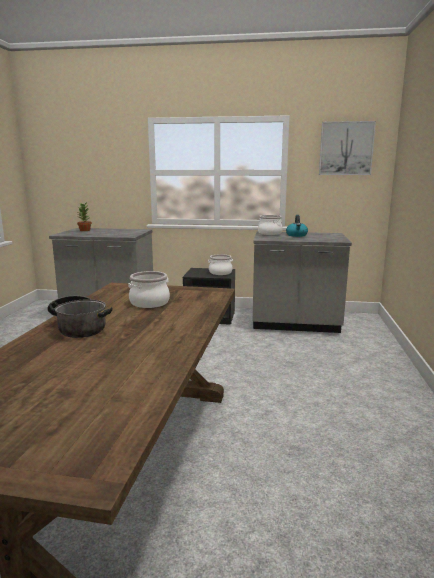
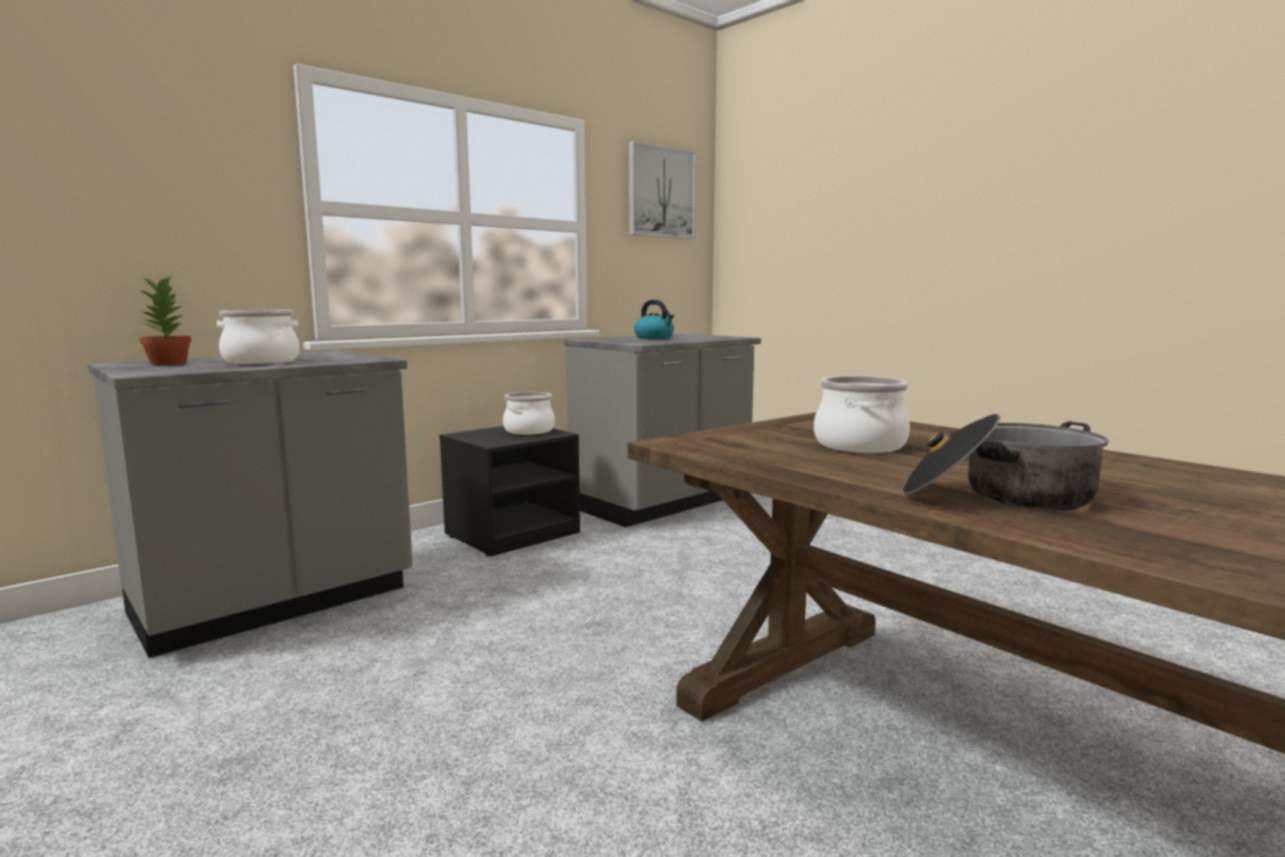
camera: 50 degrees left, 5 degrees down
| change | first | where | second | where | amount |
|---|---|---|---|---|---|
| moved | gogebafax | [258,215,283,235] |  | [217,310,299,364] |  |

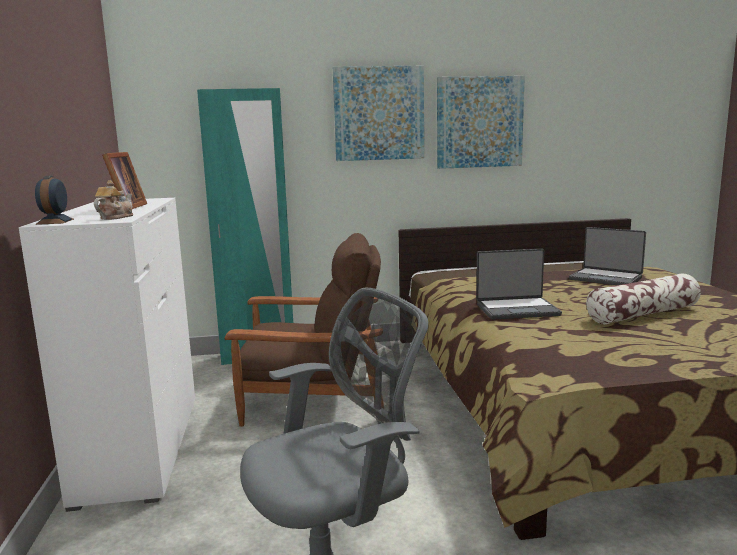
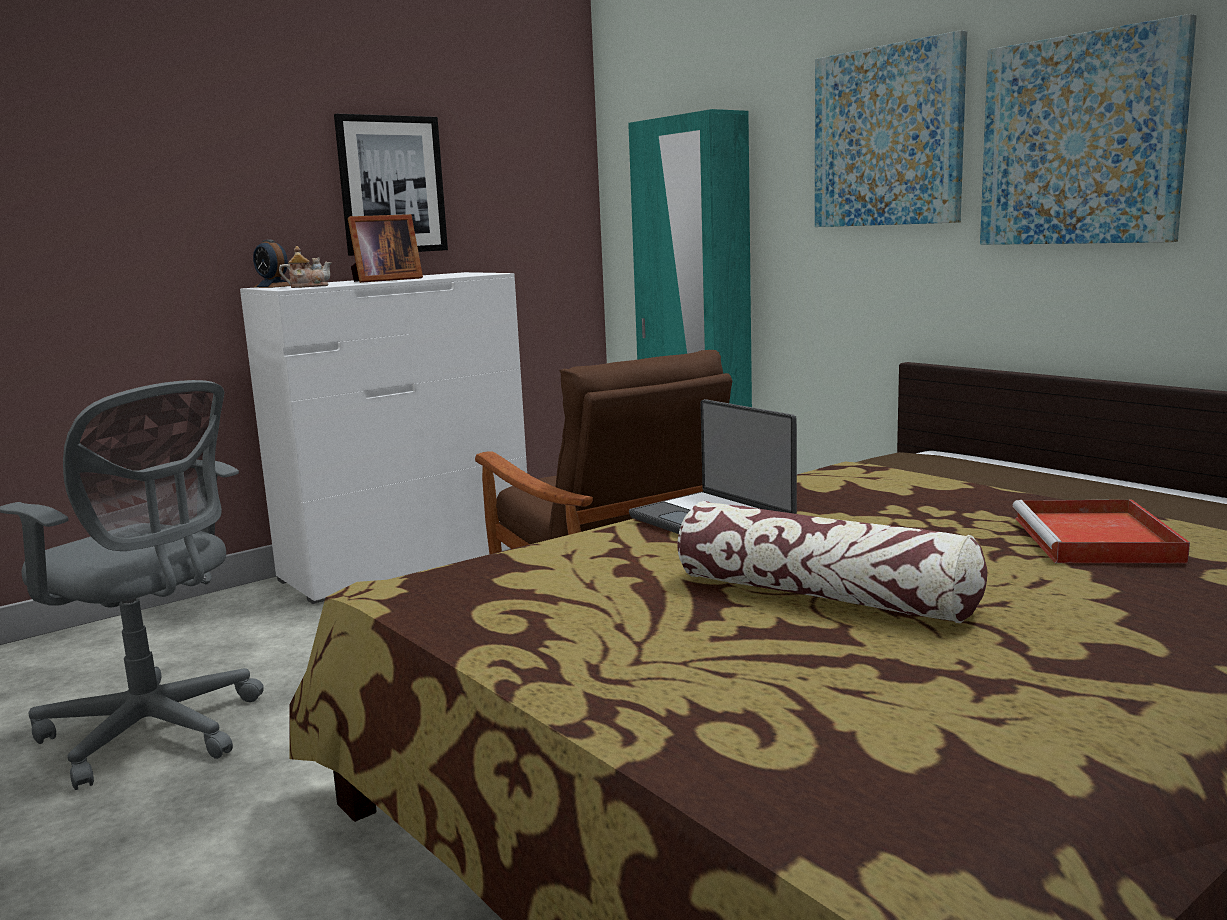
camera: 60 degrees right, 0 degrees up
| change | first | where | second | where | amount |
|---|---|---|---|---|---|
| turned | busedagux | [35,176,74,225] |  | [253,240,290,288] | 105 degrees counterclockwise |
| replaced | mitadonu | [569,227,646,285] | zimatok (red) | [1012,500,1190,563] |  |
| added |  |  | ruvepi | [334,114,448,256] |  |

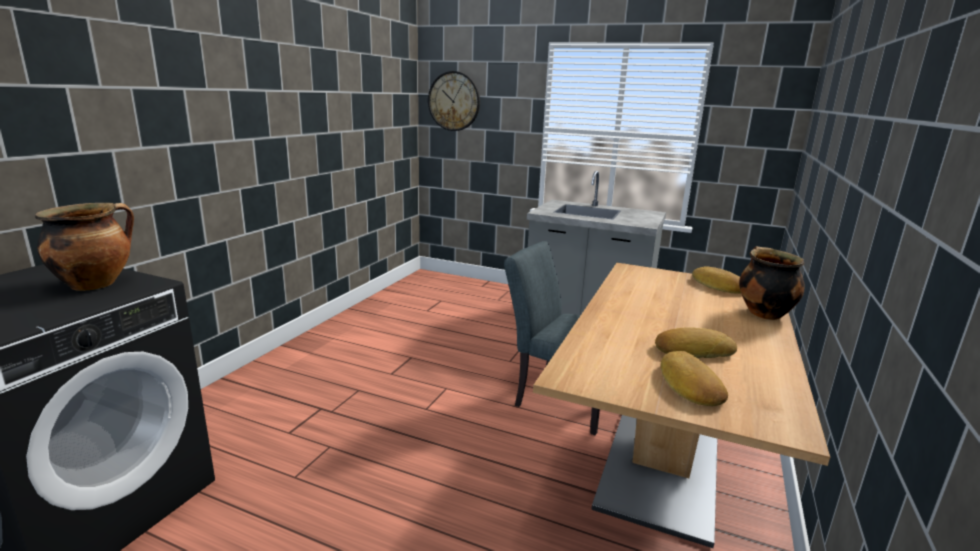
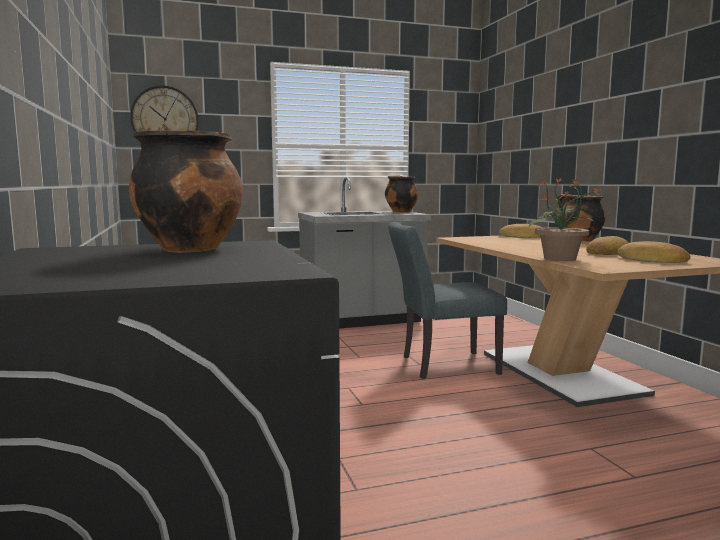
camera: 40 degrees left, 10 degrees down
| change | first | where | second | where | amount |
|---|---|---|---|---|---|
| added |  |  | gogebafax | [385,175,418,213] |  |
| added |  |  | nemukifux | [529,177,601,261] |  |

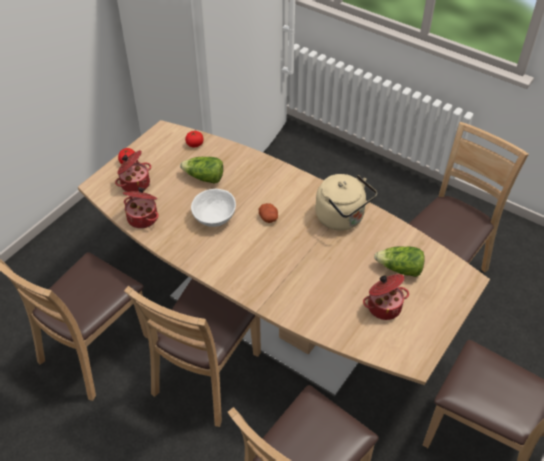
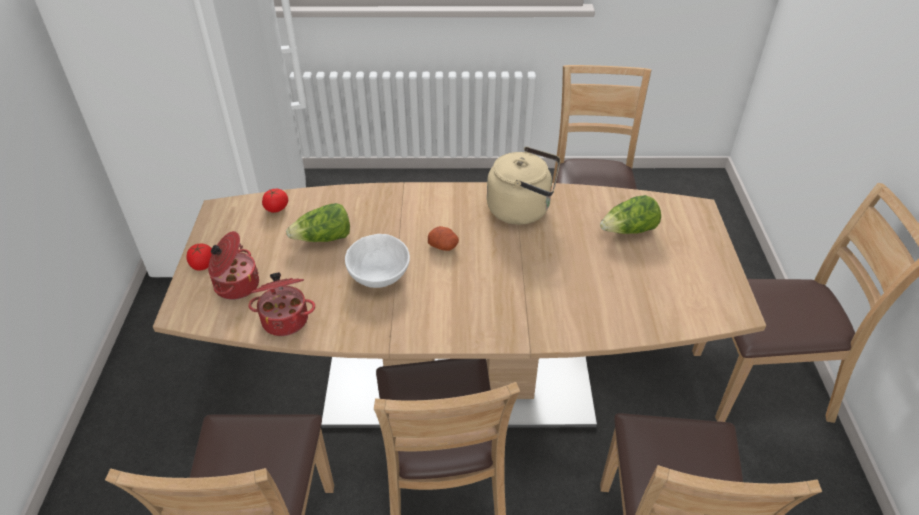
camera: 35 degrees left, 5 degrees down
| change | first | where | second | where | amount |
|---|---|---|---|---|---|
| removed | gogebafax | [363,274,409,320] |  |  |  |

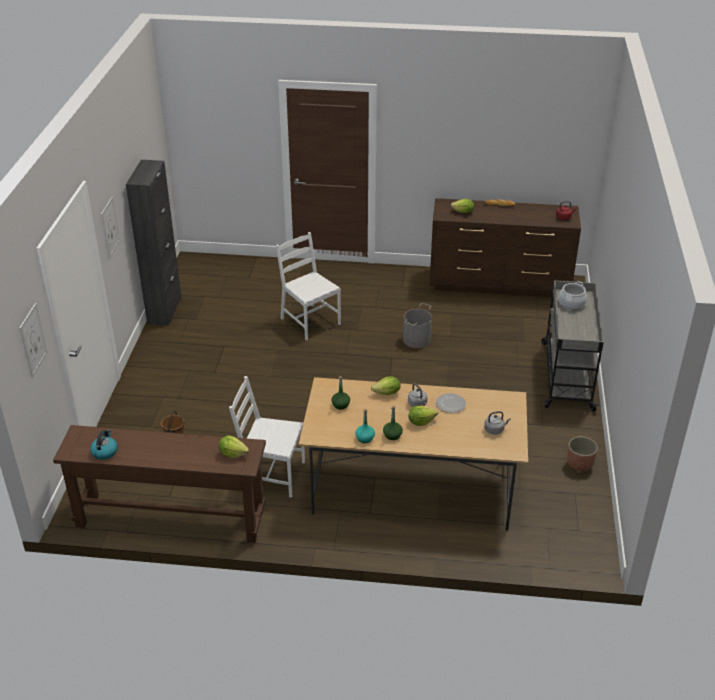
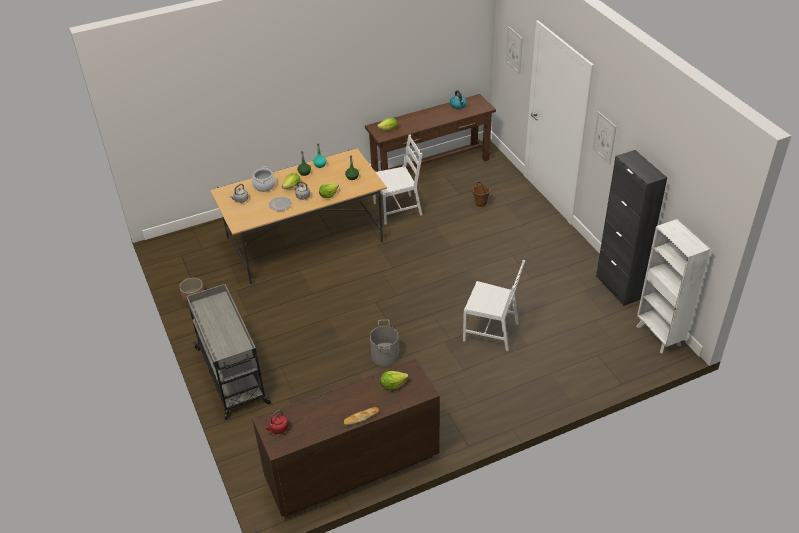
camera: 150 degrees right, 5 degrees up
| change | first | where | second | where | amount |
|---|---|---|---|---|---|
| moved | gogebafax | [559,281,587,310] |  | [252,166,276,192] |  |
| added |  |  | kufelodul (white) | [636,219,710,354] |  |

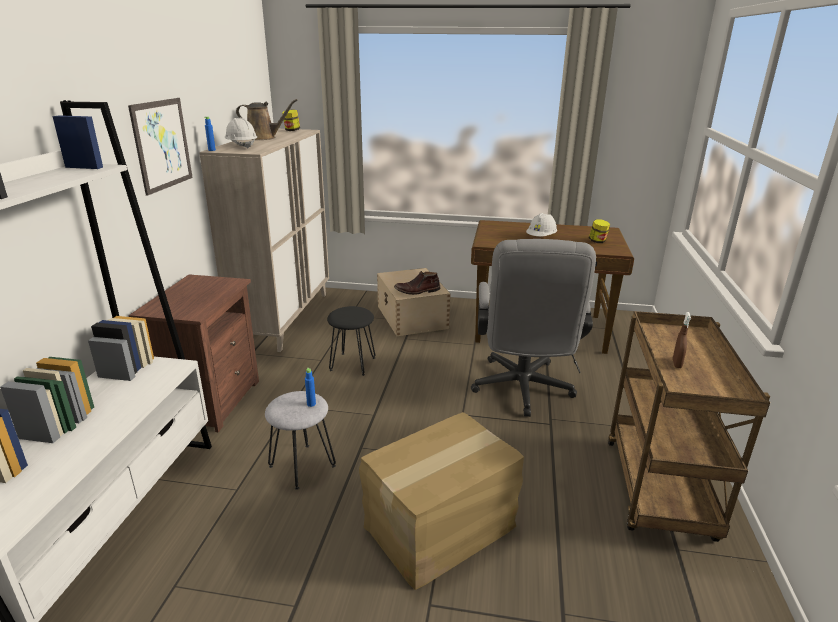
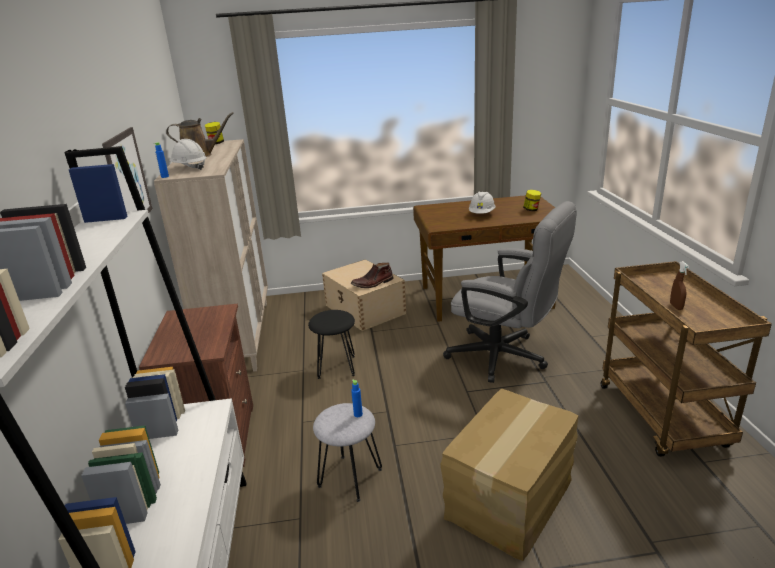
camera: 15 degrees left, 0 degrees up
| change | first | where | second | where | amount |
|---|---|---|---|---|---|
| turned | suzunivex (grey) | [471,239,596,417] |  | [443,201,577,383] | 45 degrees counterclockwise |

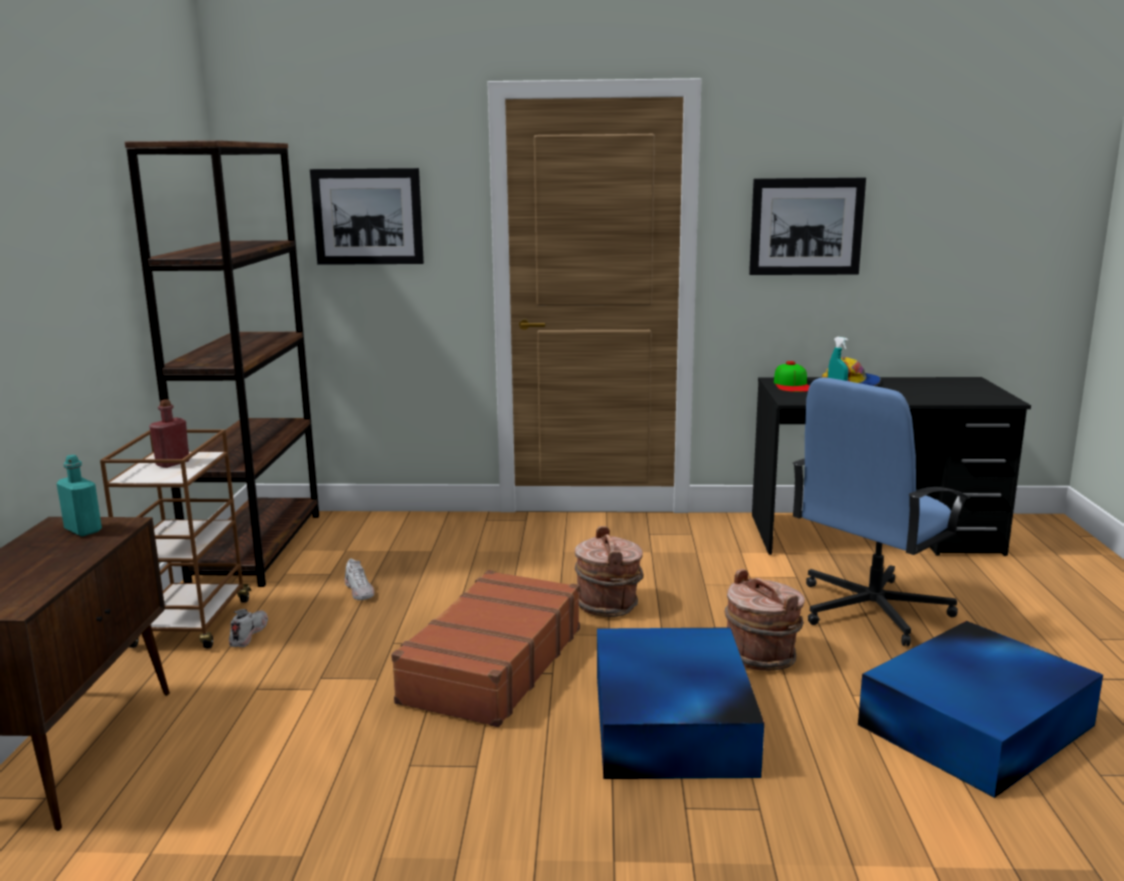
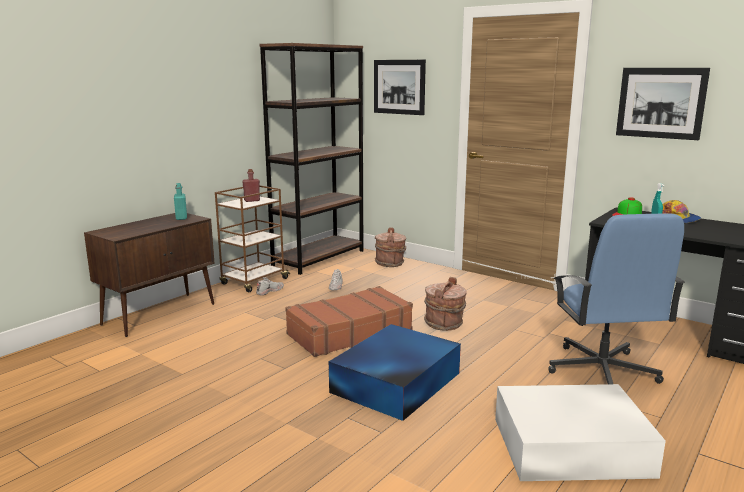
camera: 35 degrees right, 0 degrees up
| change | first | where | second | where | amount |
|---|---|---|---|---|---|
| turned | suzunivex (blue) | [792,377,970,646] |  | [548,213,685,384] | 90 degrees counterclockwise |
| moved | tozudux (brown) | [725,569,805,671] |  | [375,227,406,267] |  |
| recoloured | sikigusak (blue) | [858,621,1103,798] | sikigusak (white) | [495,384,666,481] |  |

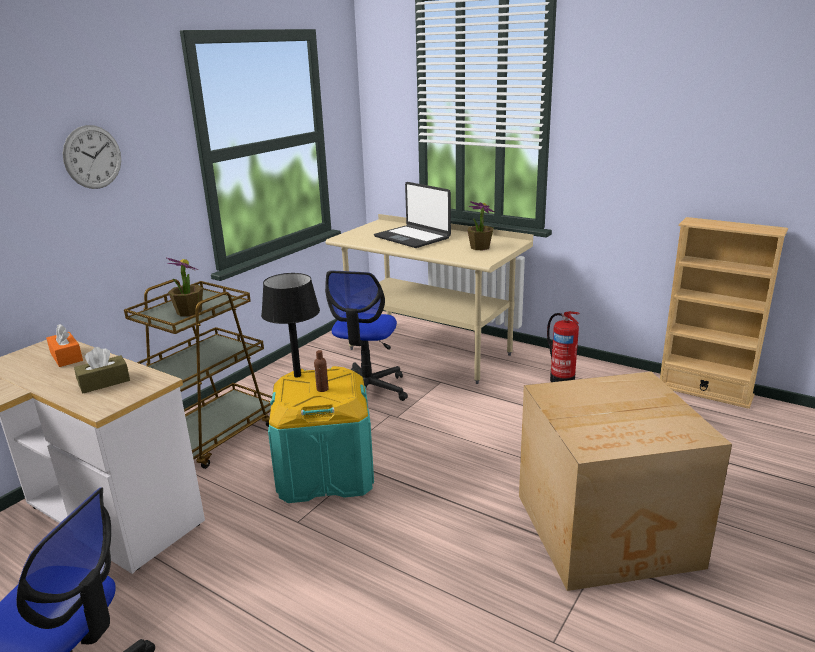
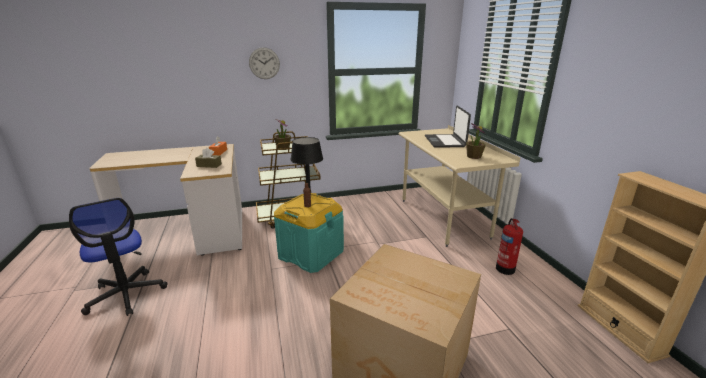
camera: 40 degrees right, 0 degrees up
| change | first | where | second | where | amount |
|---|---|---|---|---|---|
| removed | suzunivex | [325,270,408,401] |  |  |  |

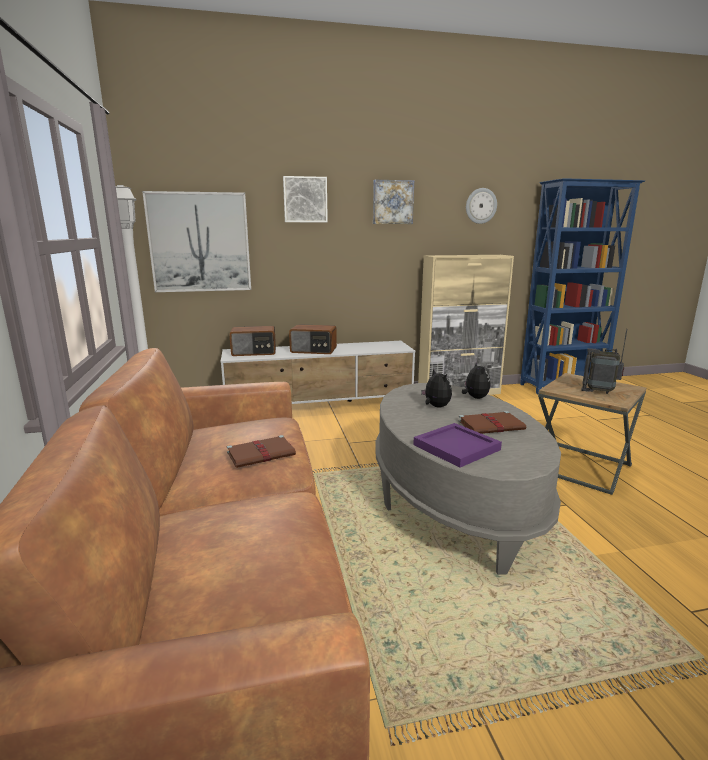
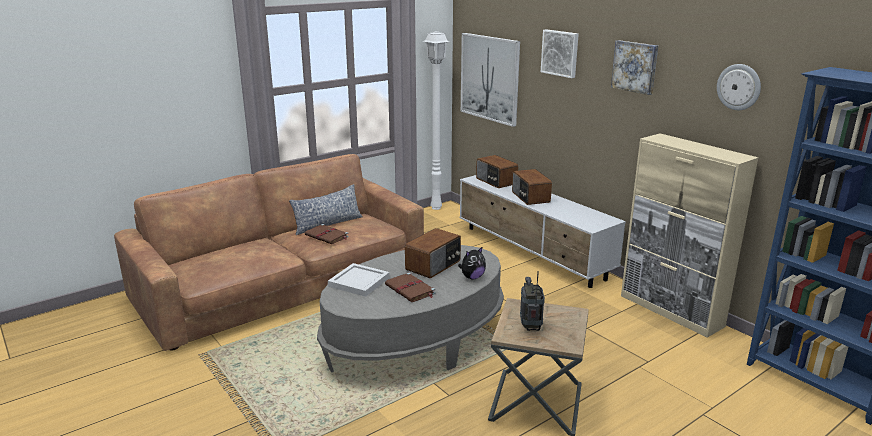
camera: 65 degrees right, 5 degrees up
| change | first | where | second | where | amount |
|---|---|---|---|---|---|
| replaced | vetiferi | [421,369,452,408] | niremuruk | [405,228,461,278] |  |
| recoloured | zimatok (purple) | [413,423,502,468] | zimatok (white) | [328,263,390,297] |  |
| added |  |  | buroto | [289,184,363,235] |  |

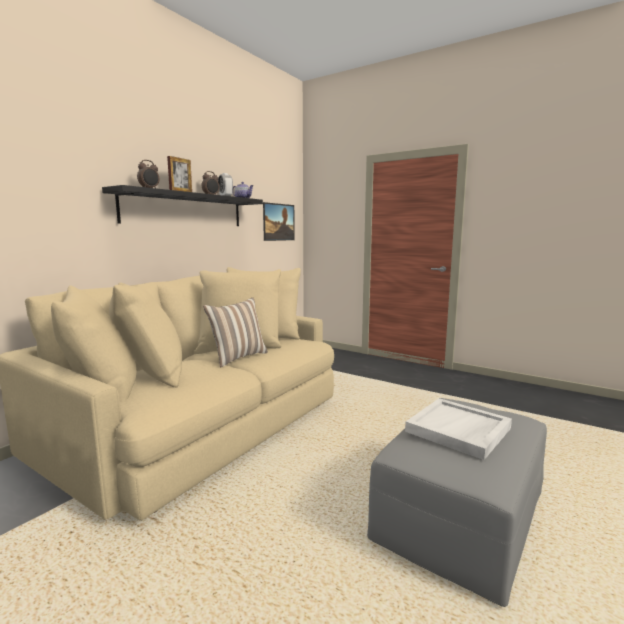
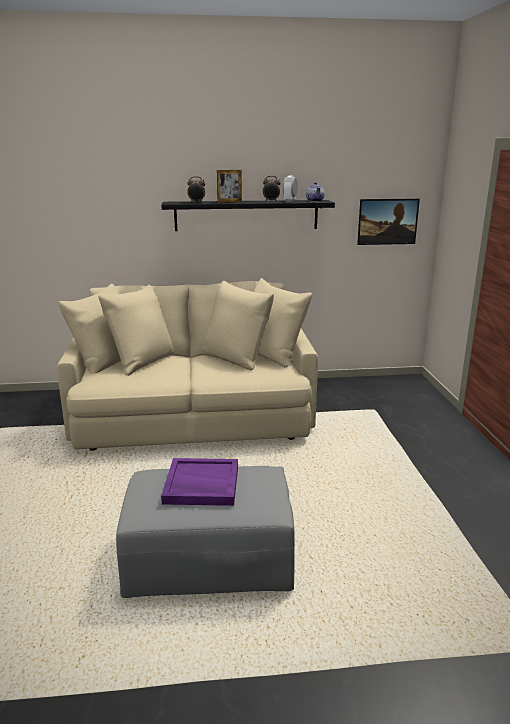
camera: 50 degrees right, 10 degrees up
| change | first | where | second | where | amount |
|---|---|---|---|---|---|
| removed | buroto | [203,298,268,367] |  |  |  |
| recoloured | zimatok (white) | [405,398,512,460] | zimatok (purple) | [161,458,238,506] |  |

